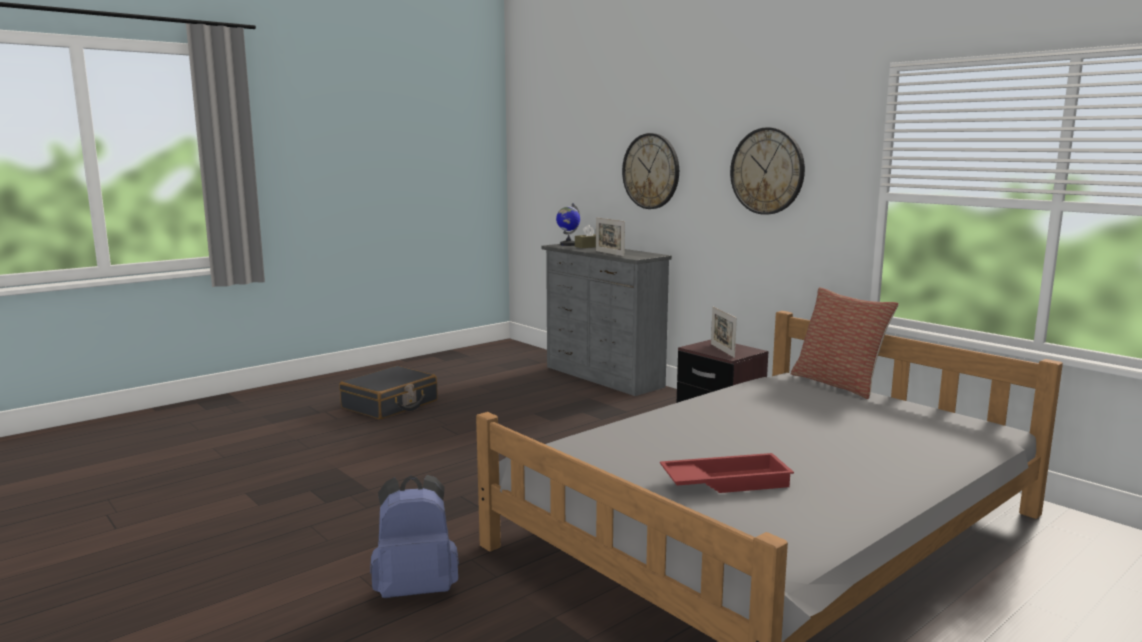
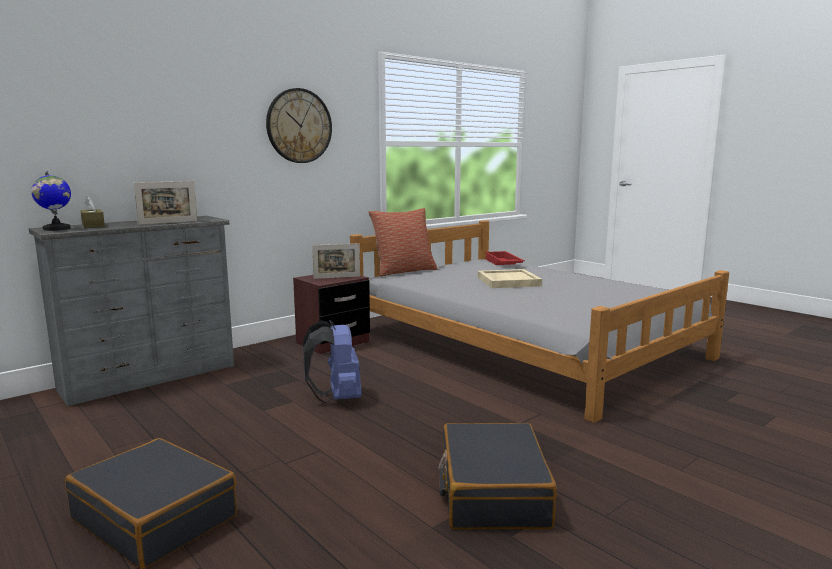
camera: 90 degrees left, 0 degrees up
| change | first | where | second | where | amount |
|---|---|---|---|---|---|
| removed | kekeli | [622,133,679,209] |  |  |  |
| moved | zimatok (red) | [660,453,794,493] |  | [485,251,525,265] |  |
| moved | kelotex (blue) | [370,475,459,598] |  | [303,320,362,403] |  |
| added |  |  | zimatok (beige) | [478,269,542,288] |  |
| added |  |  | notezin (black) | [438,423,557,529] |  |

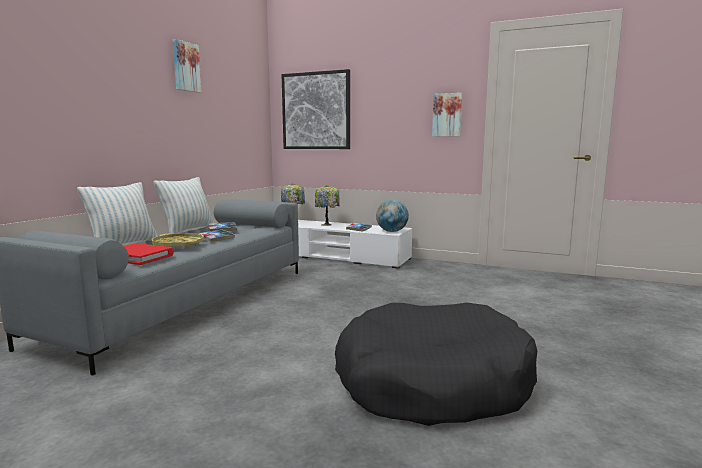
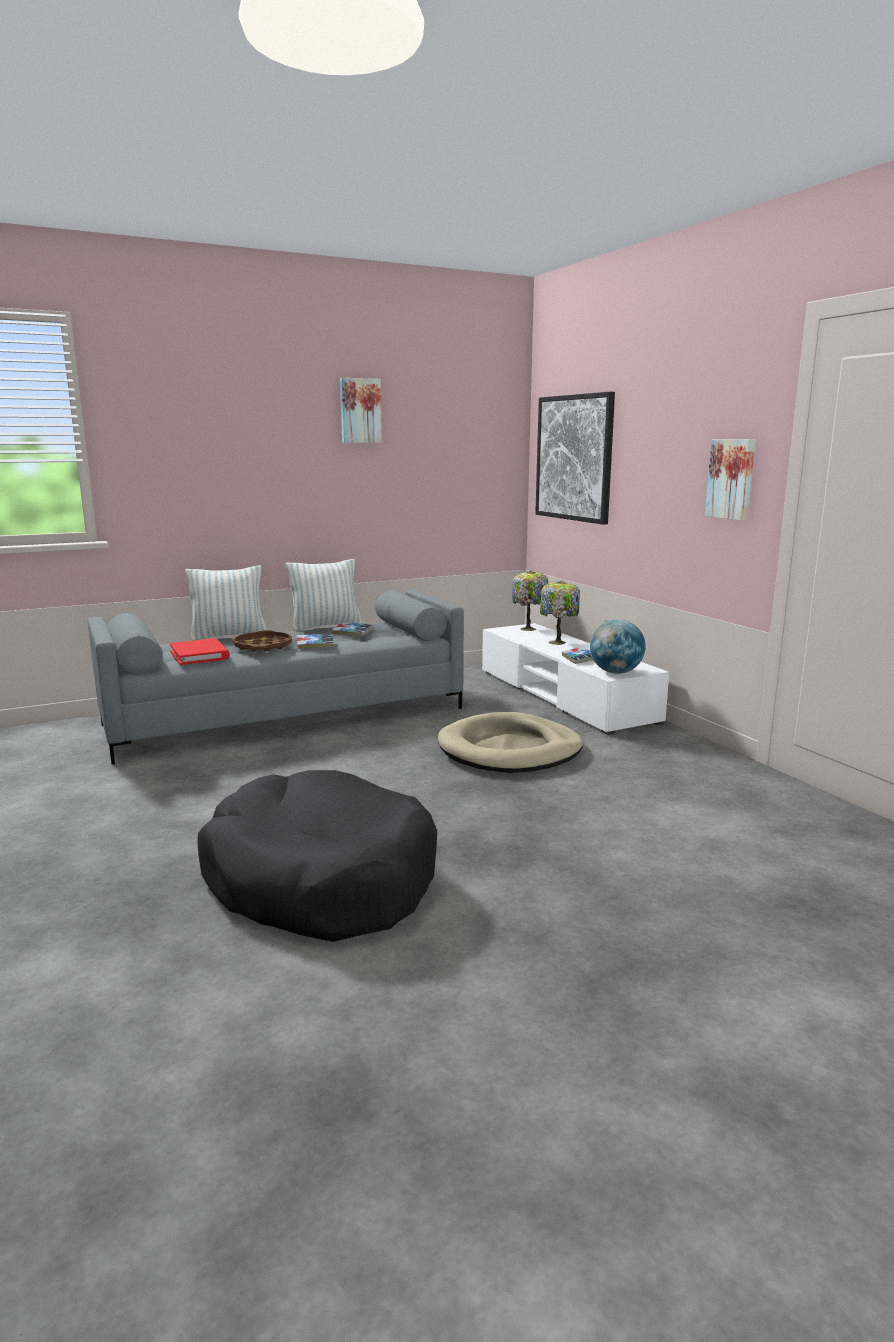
camera: 40 degrees right, 5 degrees up
| change | first | where | second | where | amount |
|---|---|---|---|---|---|
| recoloured | zimatok (yellow) | [152,233,204,248] | zimatok (brown) | [233,630,292,652] |  |
| added |  |  | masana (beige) | [438,712,583,773] |  |

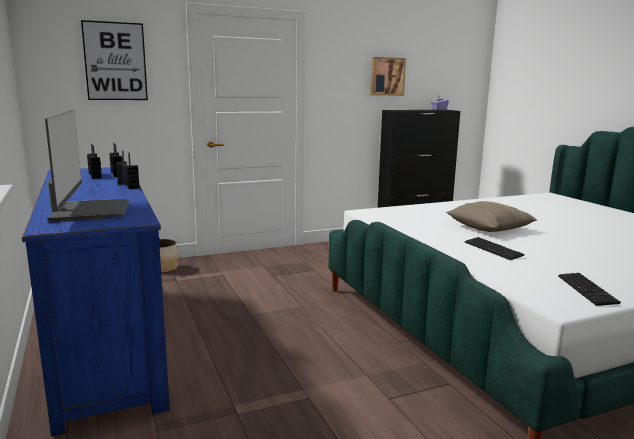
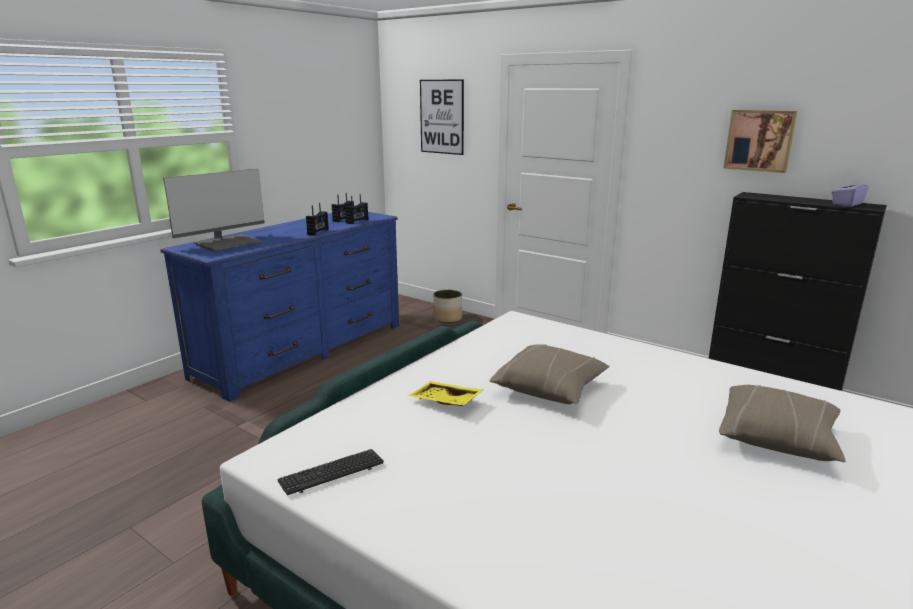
camera: 60 degrees right, 5 degrees up
| change | first | where | second | where | amount |
|---|---|---|---|---|---|
| replaced | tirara | [465,237,525,260] | zimatok (yellow) | [409,382,483,406] |  |
| added |  |  | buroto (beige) | [719,385,846,462] |  |

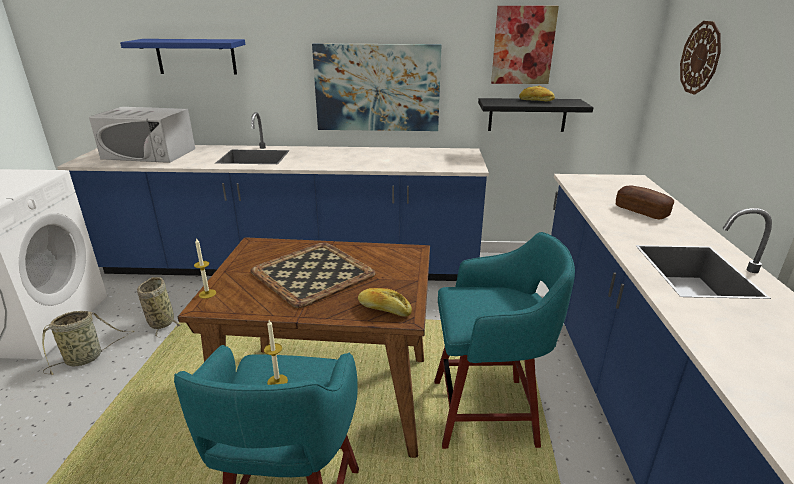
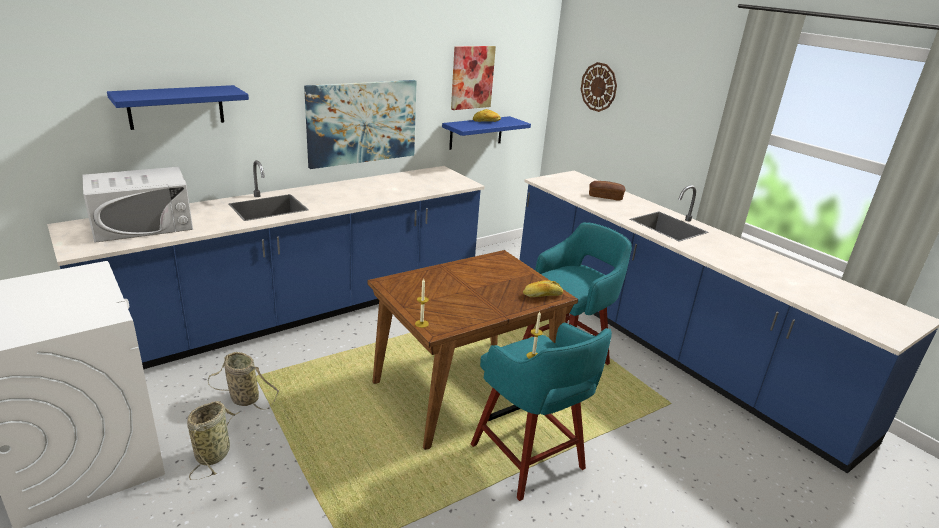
camera: 40 degrees left, 0 degrees up
| change | first | where | second | where | amount |
|---|---|---|---|---|---|
| recoloured | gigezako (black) | [478,98,594,132] | gigezako (blue) | [442,116,531,150] |  |
| removed | zimatok | [250,243,376,308] |  |  |  |

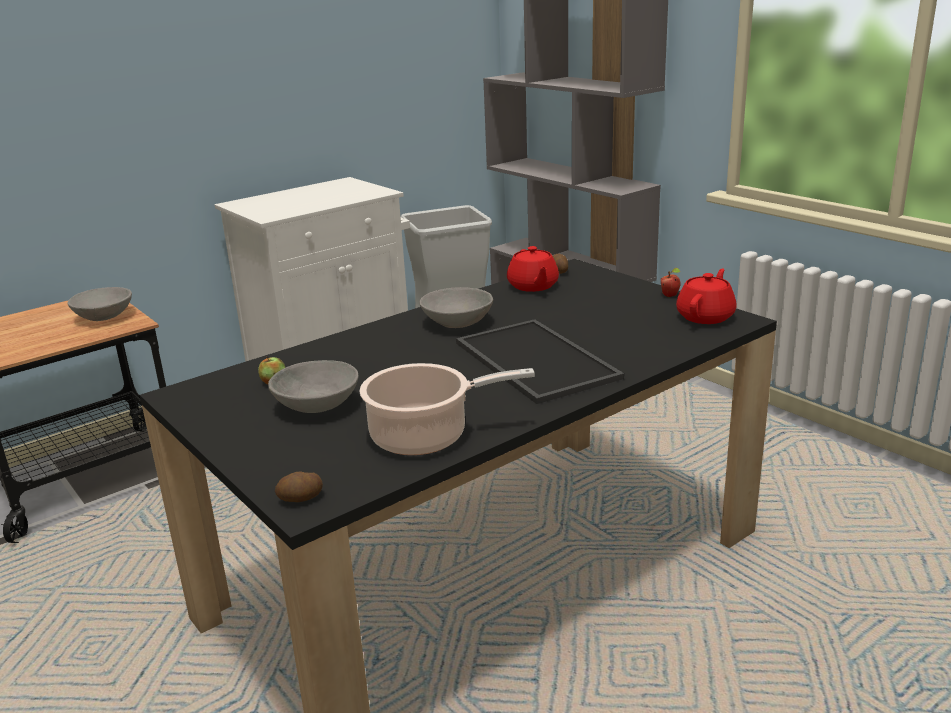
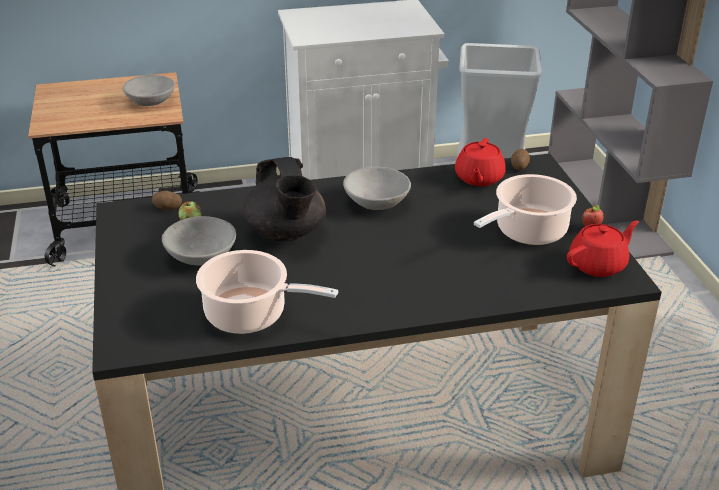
camera: 25 degrees right, 10 degrees up
| change | first | where | second | where | amount |
|---|---|---|---|---|---|
| removed | zimatok | [456,319,624,404] |  |  |  |
| moved | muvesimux | [275,472,323,502] |  | [152,191,182,210] |  |
| added |  |  | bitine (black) | [242,157,326,241] |  |
| added |  |  | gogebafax | [474,174,577,245] |  |

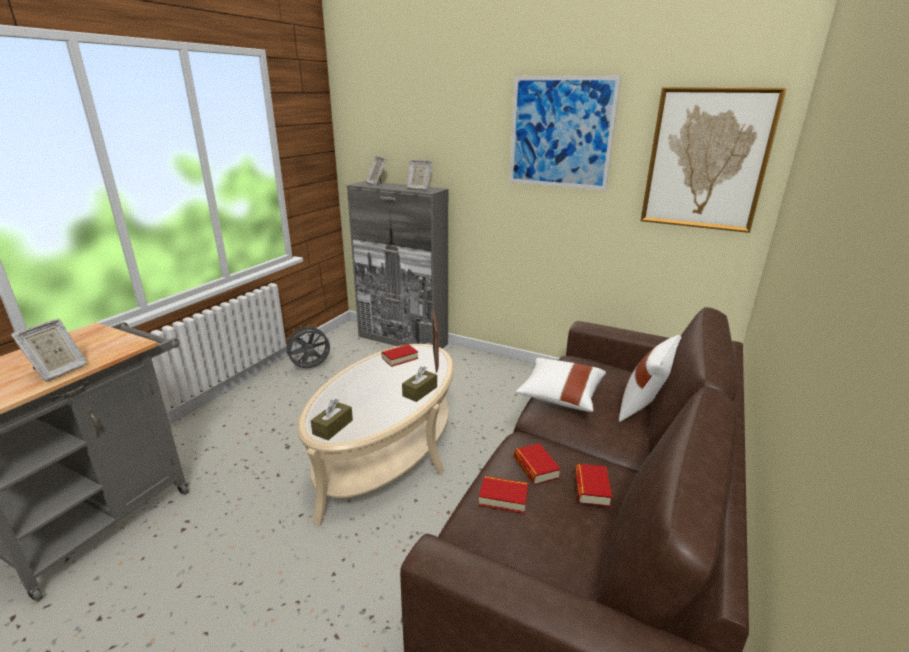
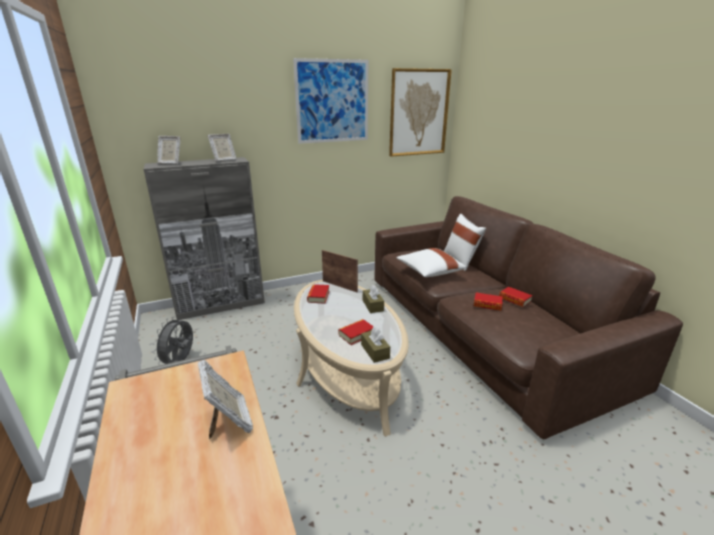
camera: 50 degrees left, 0 degrees up
| change | first | where | second | where | amount |
|---|---|---|---|---|---|
| moved | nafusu | [478,476,528,514] |  | [338,319,374,345] |  |

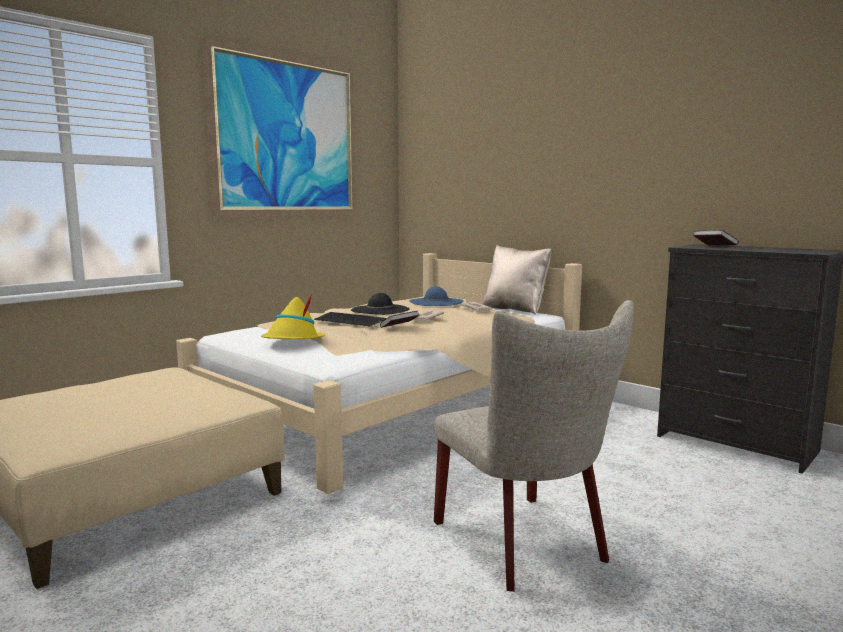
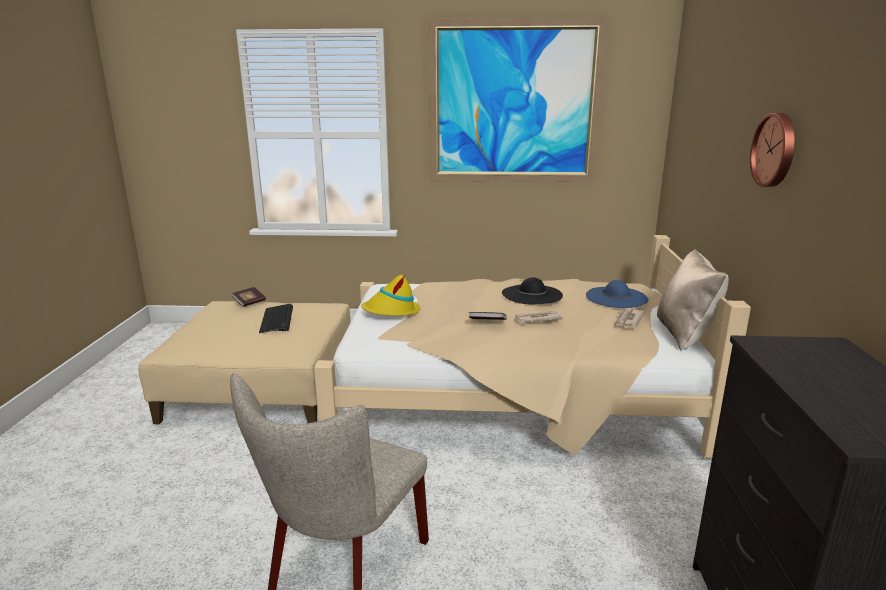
camera: 50 degrees right, 10 degrees up
| change | first | where | second | where | amount |
|---|---|---|---|---|---|
| moved | nafusu | [693,230,739,246] |  | [231,287,266,307] |  |
| moved | tirara | [314,312,386,326] |  | [259,304,293,333] |  |
| added |  |  | kekeli | [750,113,795,187] |  |

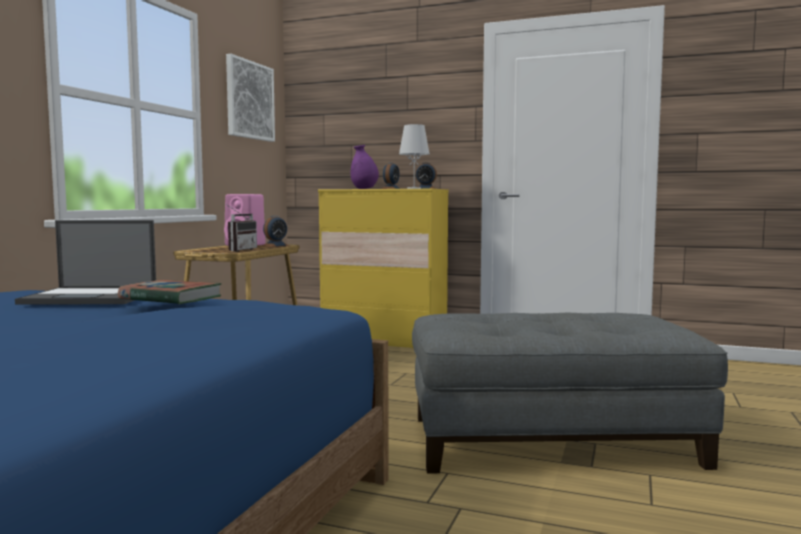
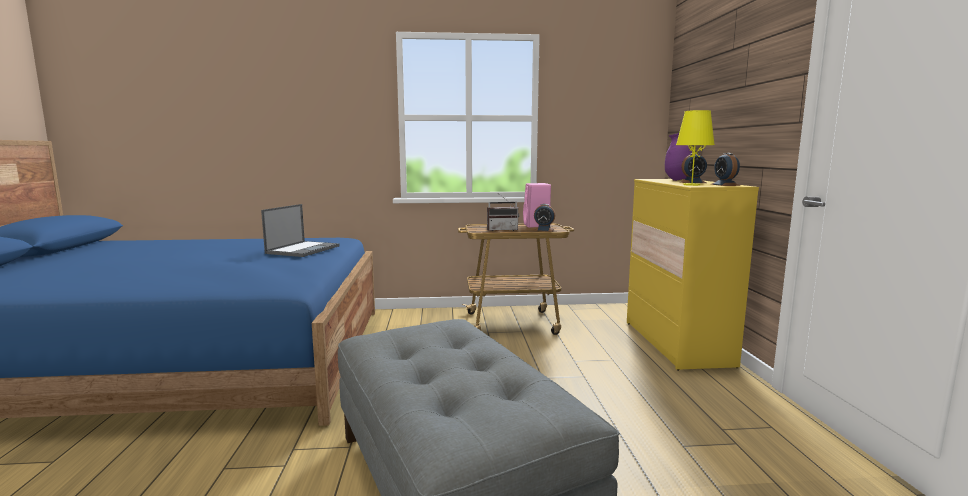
camera: 65 degrees right, 5 degrees up
| change | first | where | second | where | amount |
|---|---|---|---|---|---|
| removed | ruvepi | [226,54,275,142] |  |  |  |
| recoloured | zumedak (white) | [399,124,430,189] | zumedak (yellow) | [676,110,715,186] |  |
| turned | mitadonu | [15,220,156,305] |  | [261,204,340,257] | 135 degrees counterclockwise |
| removed | nafusu | [118,280,222,304] |  |  |  |

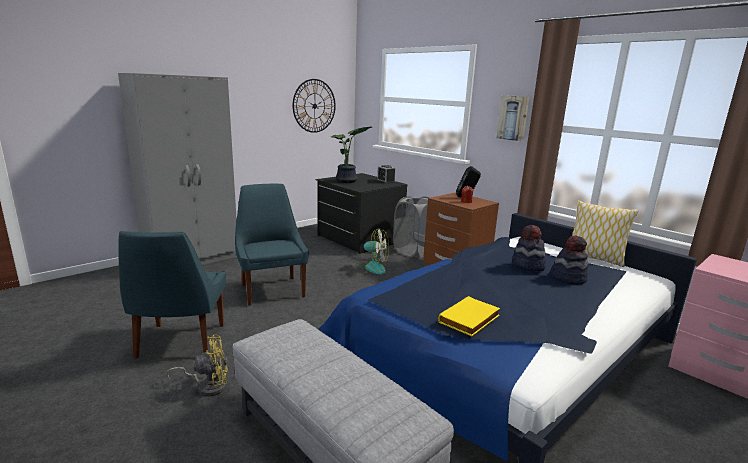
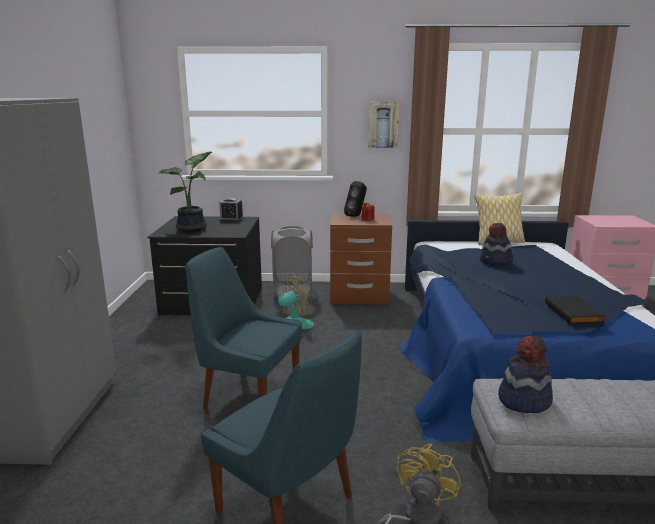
camera: 45 degrees left, 0 degrees up
| change | first | where | second | where | amount |
|---|---|---|---|---|---|
| removed | kekeli | [293,79,336,133] |  |  |  |
| moved | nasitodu | [549,235,588,285] |  | [498,335,553,413] |  |
| recoloured | nafusu (yellow) | [438,296,500,336] | nafusu (black) | [545,296,606,324] |  |

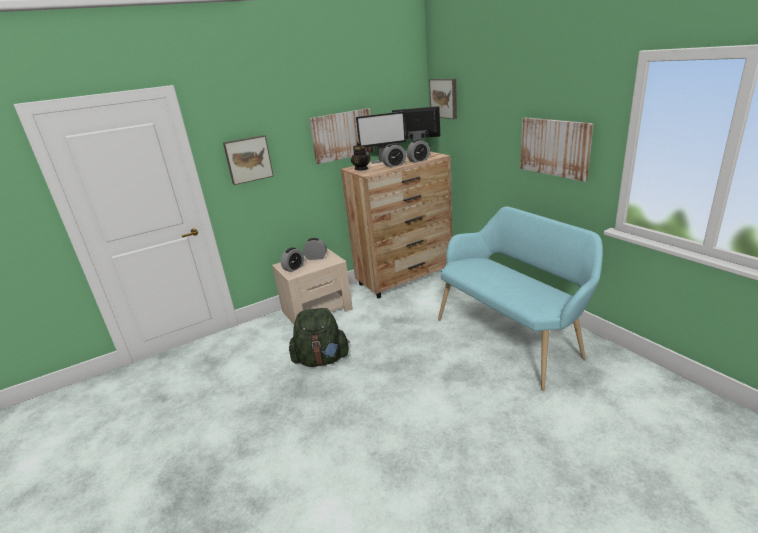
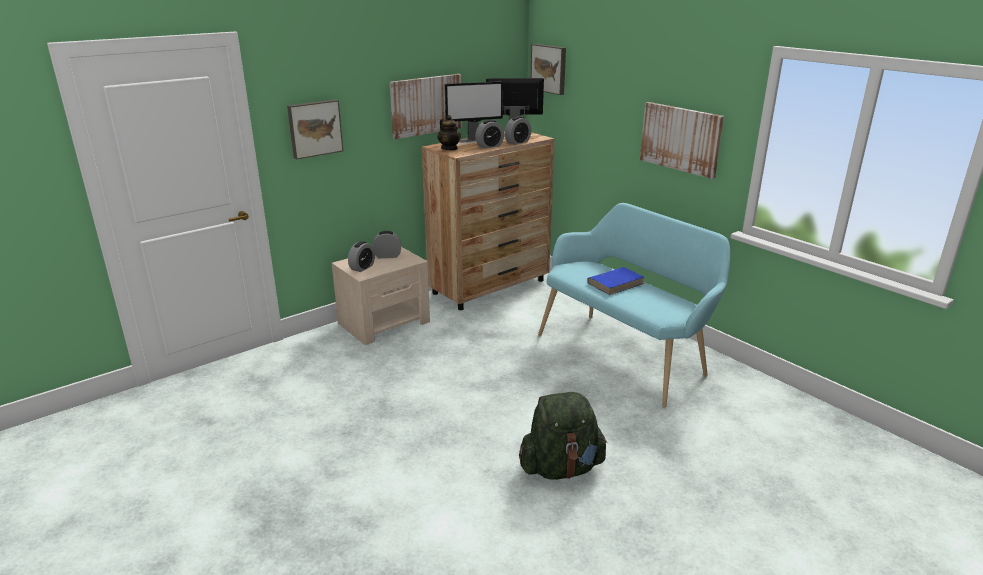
camera: 10 degrees left, 0 degrees up
| change | first | where | second | where | amount |
|---|---|---|---|---|---|
| moved | kelotex (green) | [289,308,350,367] |  | [519,392,607,480] |  |
| added |  |  | nafusu (blue) | [587,267,644,295] |  |

